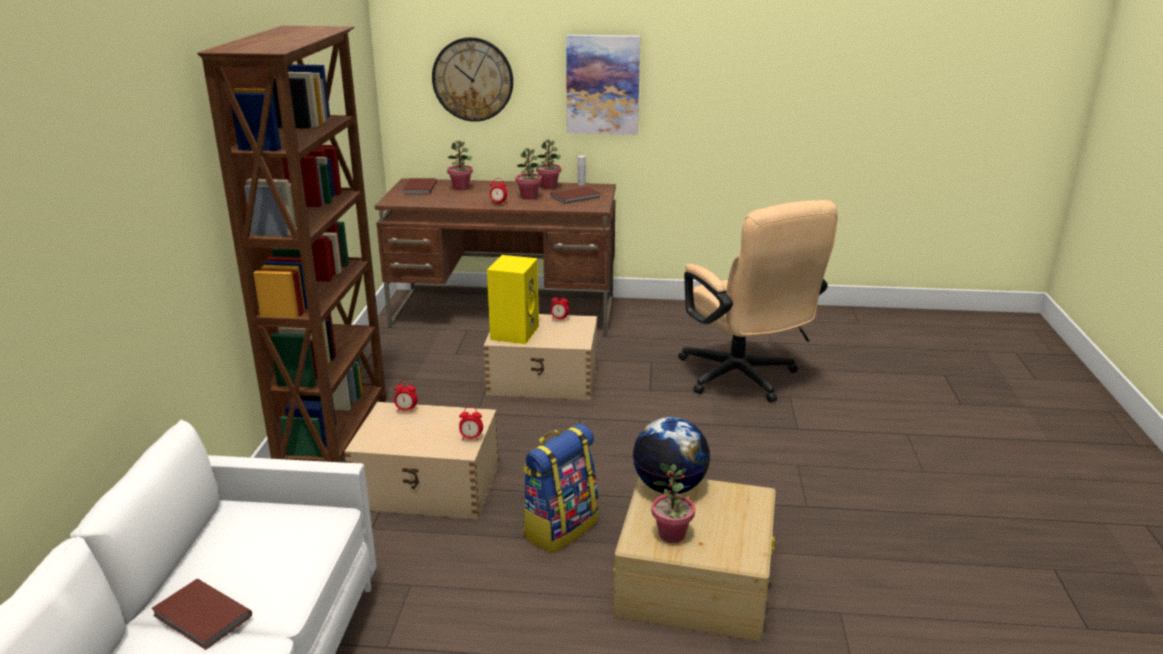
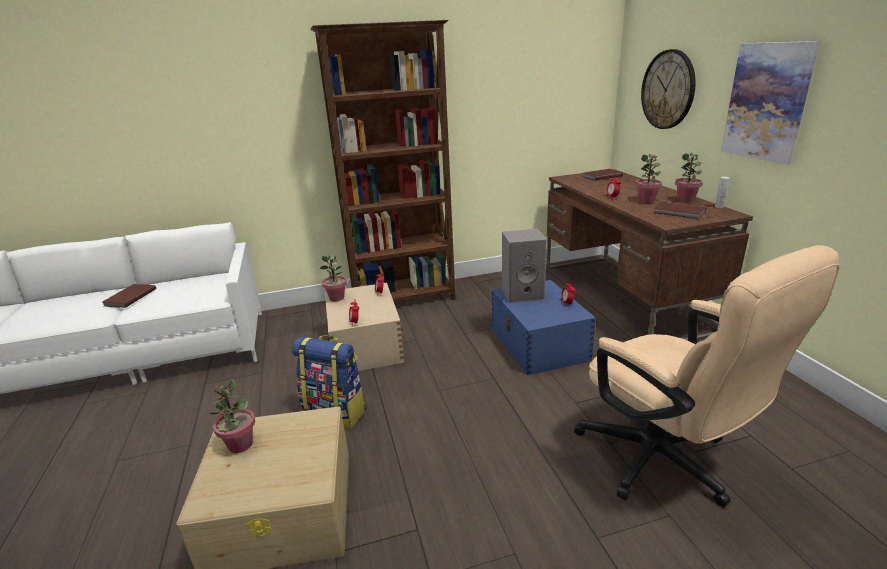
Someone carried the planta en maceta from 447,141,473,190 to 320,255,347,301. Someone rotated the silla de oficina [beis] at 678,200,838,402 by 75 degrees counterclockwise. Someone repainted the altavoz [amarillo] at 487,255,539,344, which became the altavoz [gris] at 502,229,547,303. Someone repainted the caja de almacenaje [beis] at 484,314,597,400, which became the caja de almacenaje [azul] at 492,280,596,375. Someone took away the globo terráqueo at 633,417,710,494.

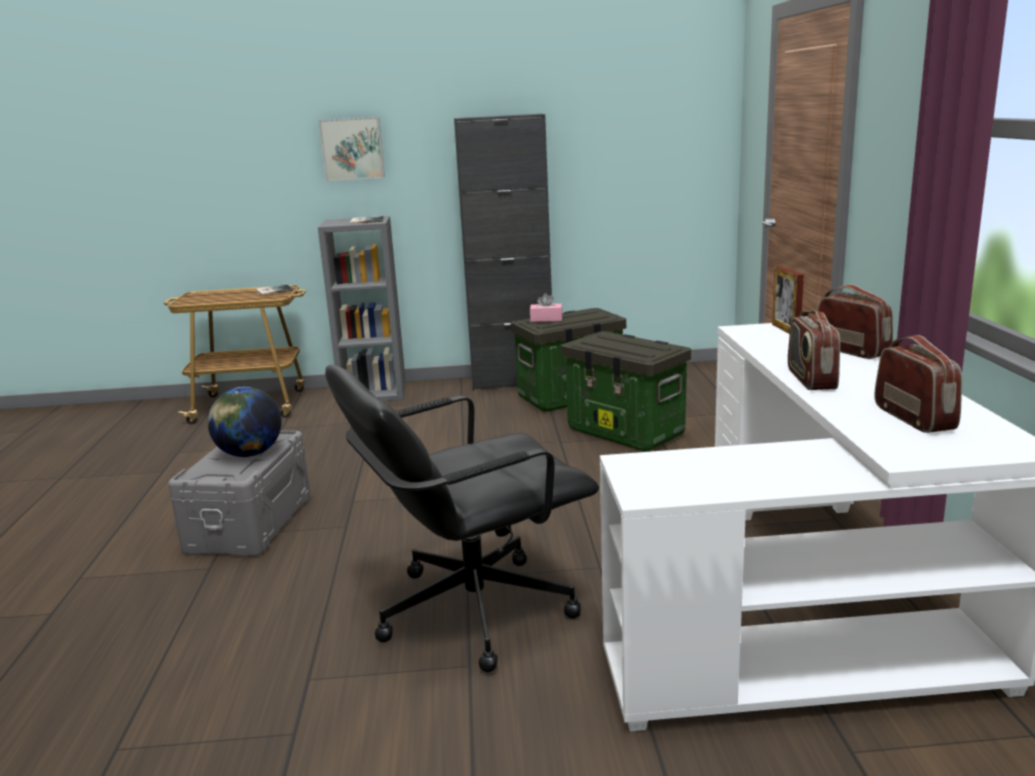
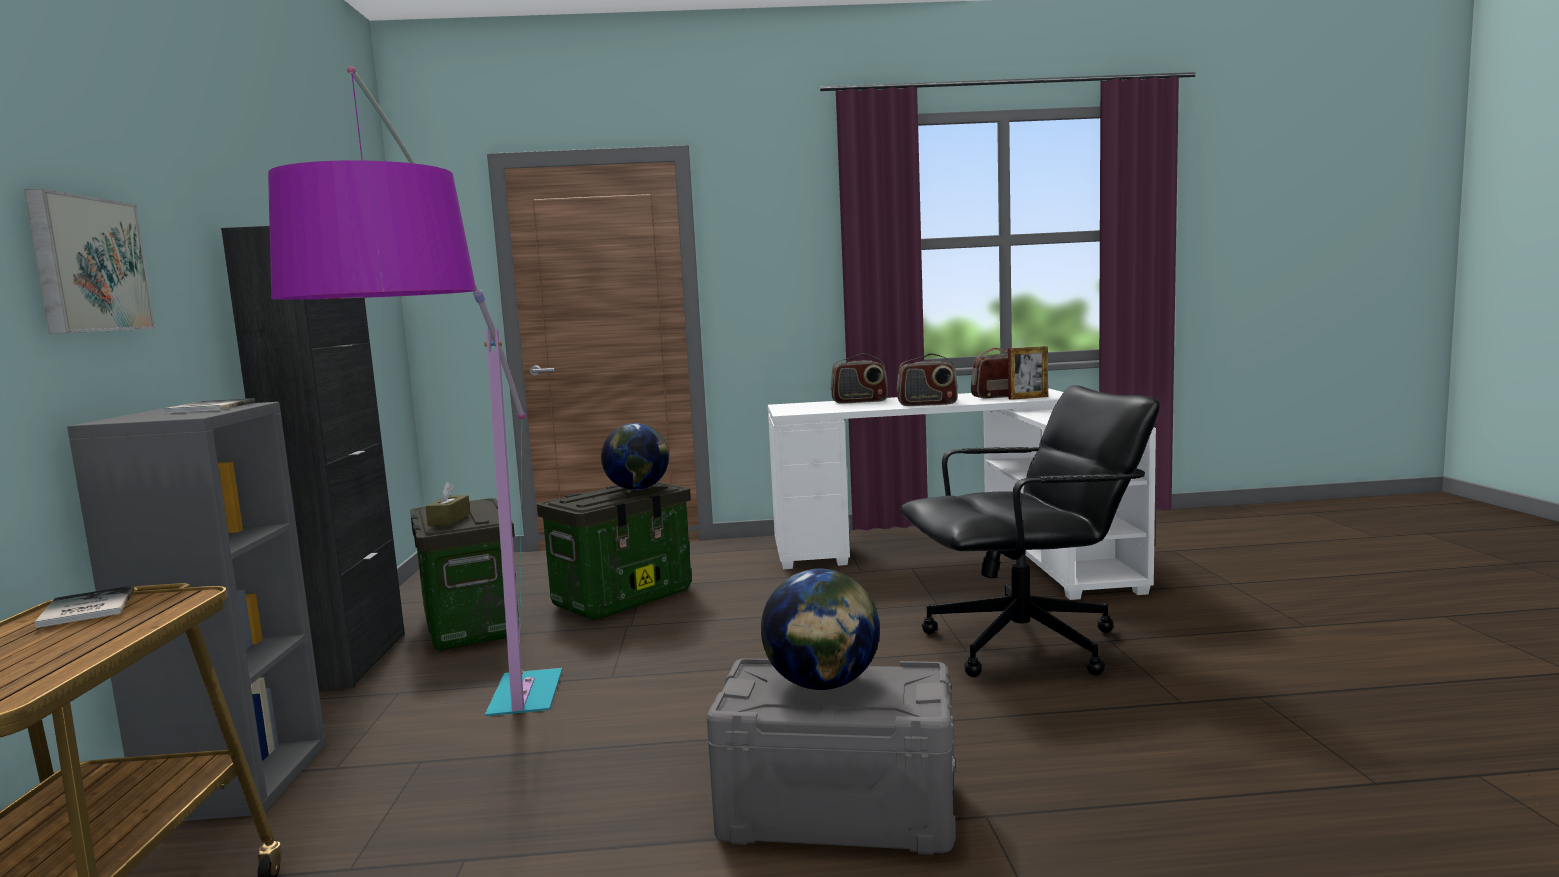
Someone carried the portarretratos from 772,266,804,334 to 1008,346,1048,400. Someone rotated the radio at 816,284,893,359 by 150 degrees counterclockwise. Someone repainted the caja de pañuelos [rosa] at 530,293,563,322, which became the caja de pañuelos [marrón] at 425,481,470,526. Someone rotated the silla de oficina [negro] at 325,365,599,672 by 75 degrees counterclockwise. Someone put down the lámpara de pie at 268,66,562,716. Someone put down the globo terráqueo at 601,423,669,490.

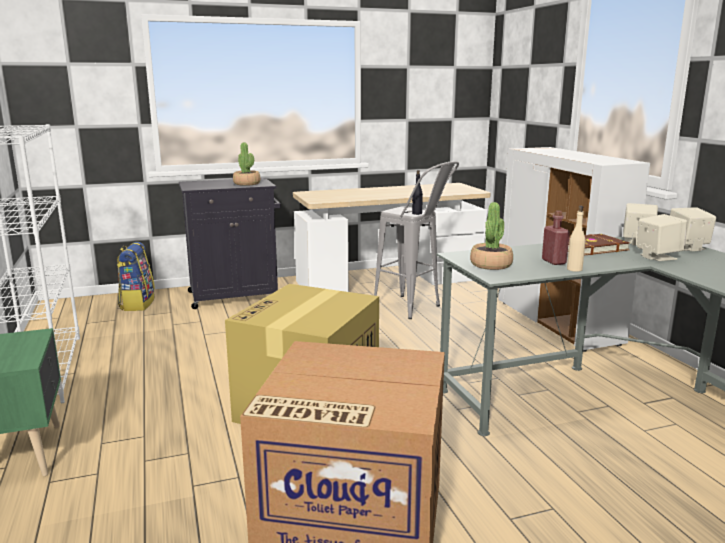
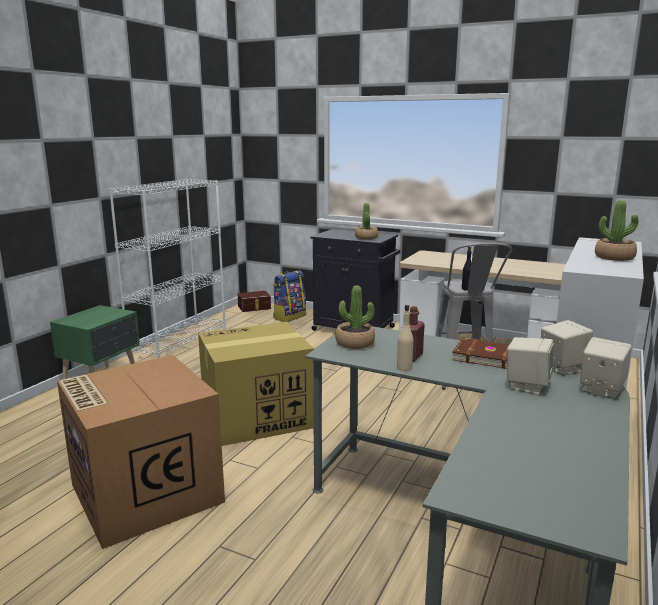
Someone put down the planta en maceta at 595,200,639,261. Someone put down the caja de almacenaje [marrón] at 238,291,271,312.

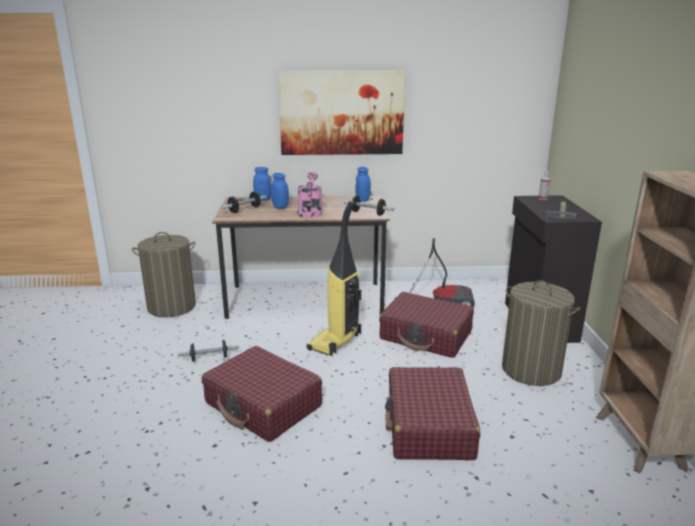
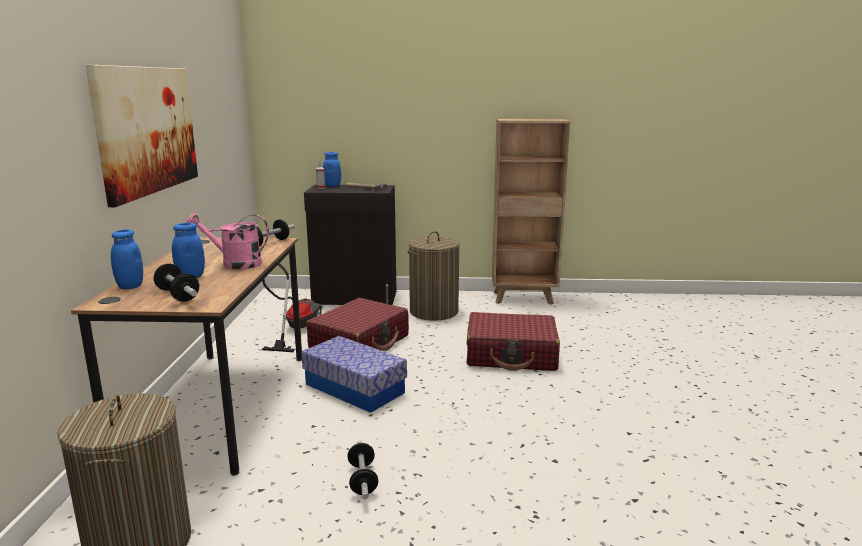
Someone carried the tarro [azul] from 355,167,371,202 to 323,152,341,187. Someone swapped the aspiradora at 307,200,361,356 for the caja de almacenaje at 301,336,407,413. Someone took away the maleta [rojo] at 202,346,322,442.

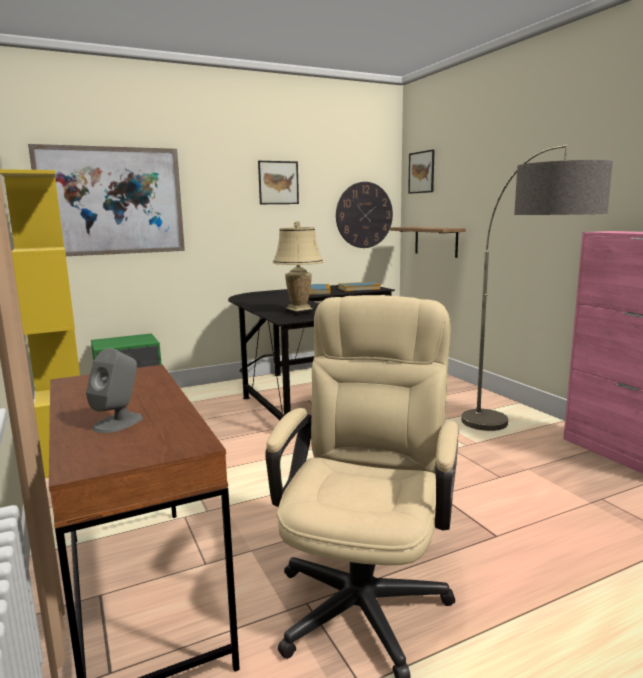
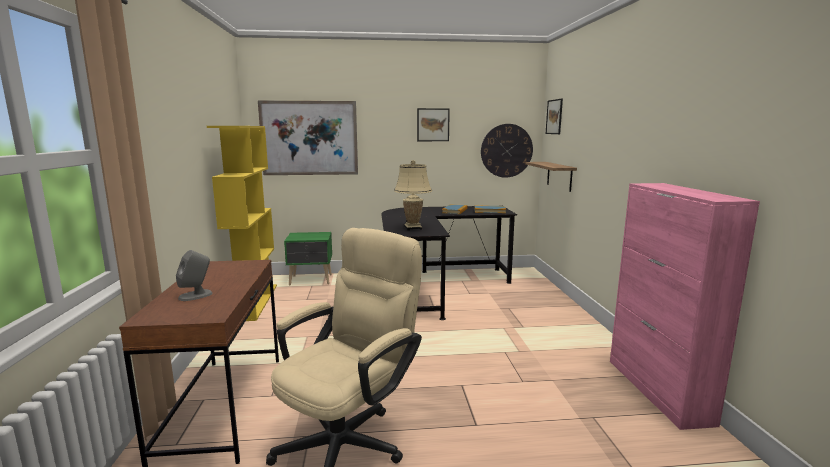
Someone took away the lámpara de pie at 461,144,613,431.

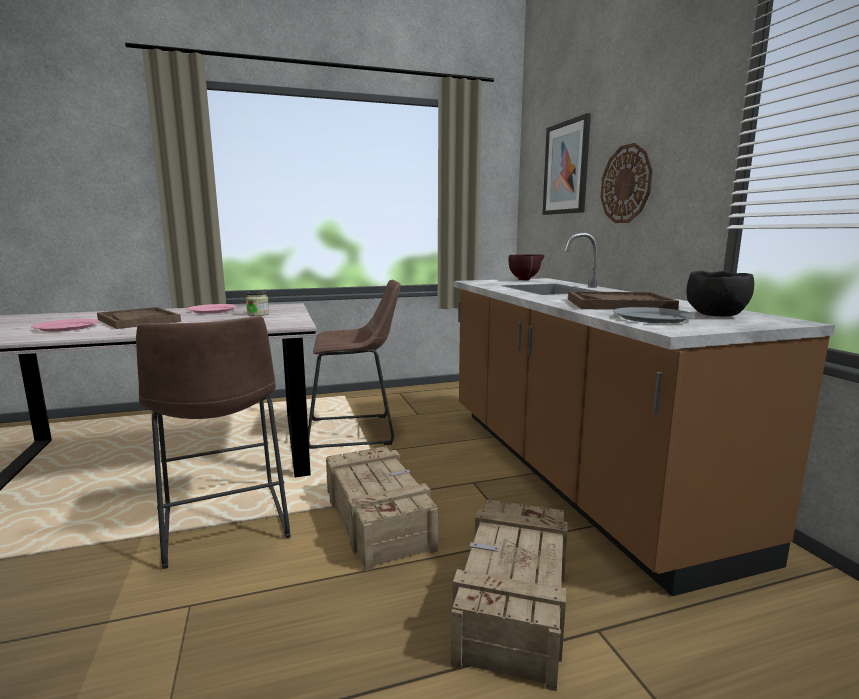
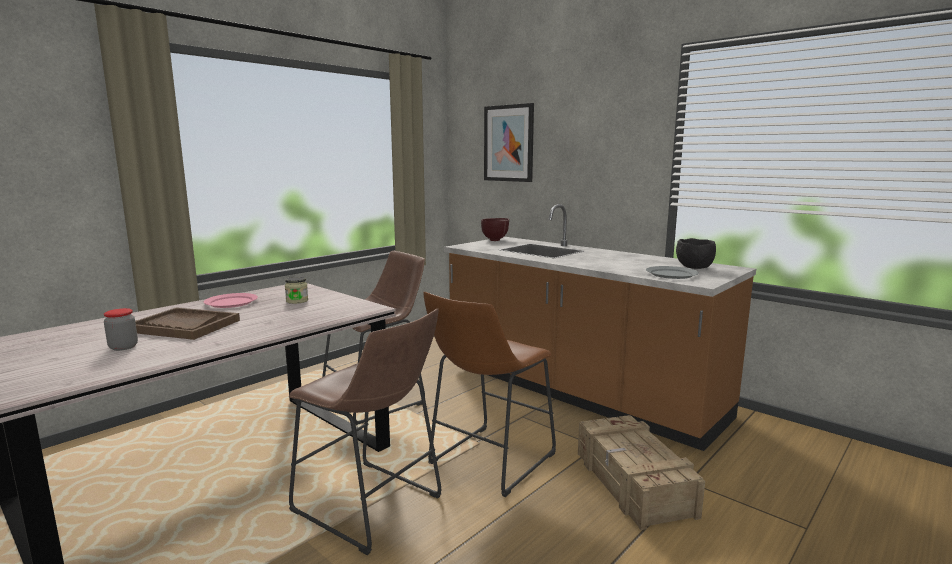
Someone took away the reloj de pared at 601,143,653,223. Someone took away the bandeja [marrón] at 568,291,679,310. Someone swapped the plato [rosa] at 31,319,99,332 for the tarro at 104,308,138,351. Someone swapped the caja de embalaje at 326,446,438,571 for the taburete [marrón] at 423,292,556,497.

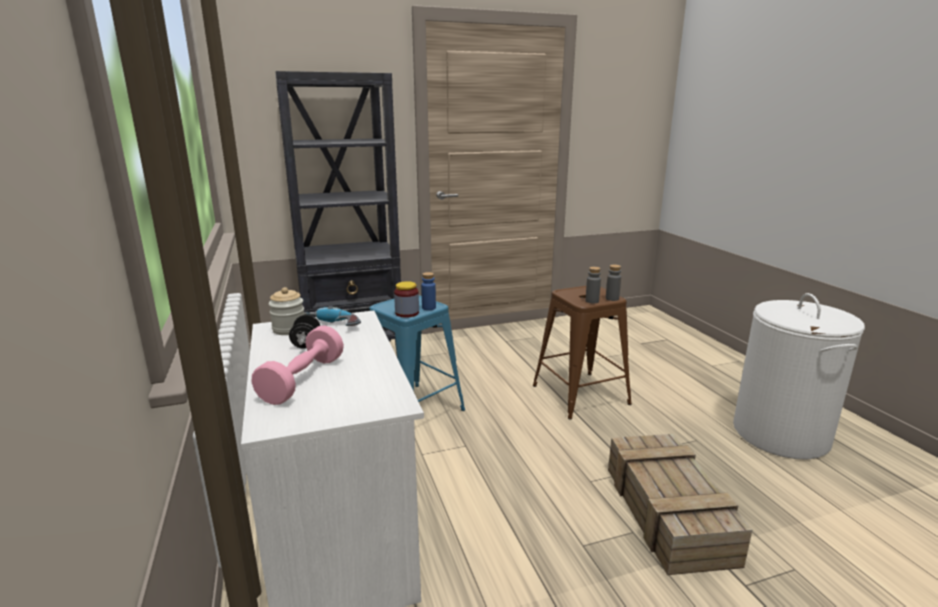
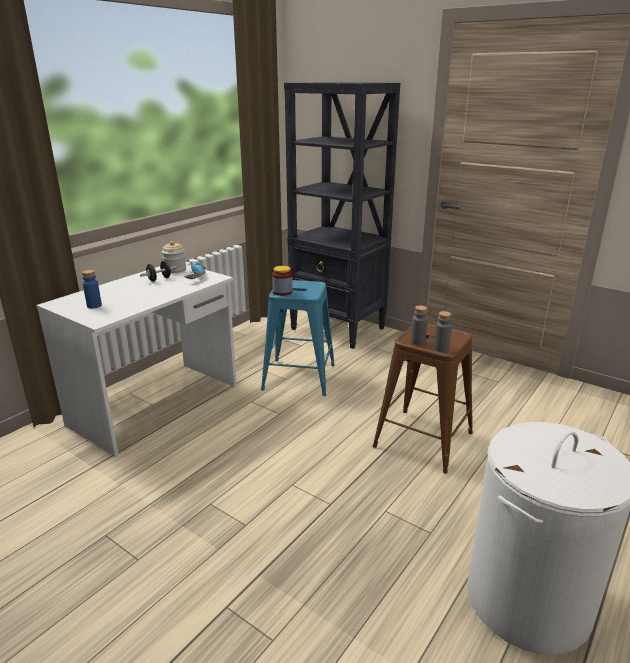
Someone carried the botella [azul] from 421,272,436,310 to 82,270,102,308. Someone took away the mancuerna [rosa] at 252,325,344,405. Someone took away the caja de embalaje at 608,434,752,575.

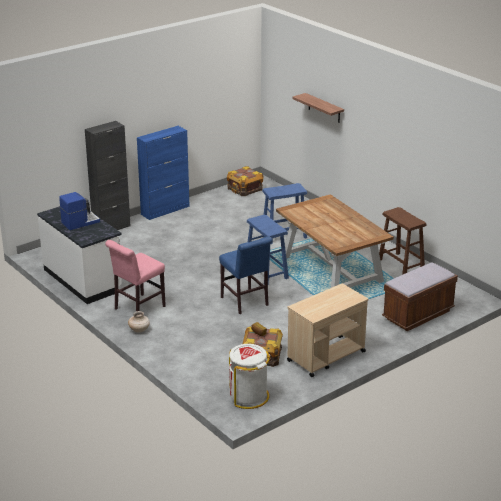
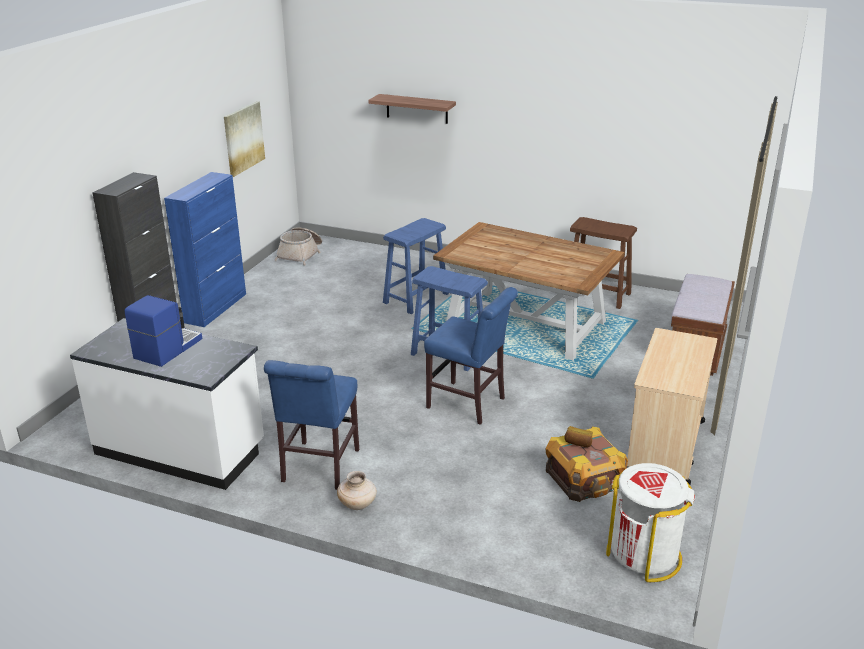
Someone swapped the caja de embalaje at 227,166,263,196 for the cesta at 274,227,322,266. Someone repainted the silla [rosa] at 105,240,166,311, which became the silla [azul] at 264,360,359,490. Someone put up the cuadro at 224,101,265,177.

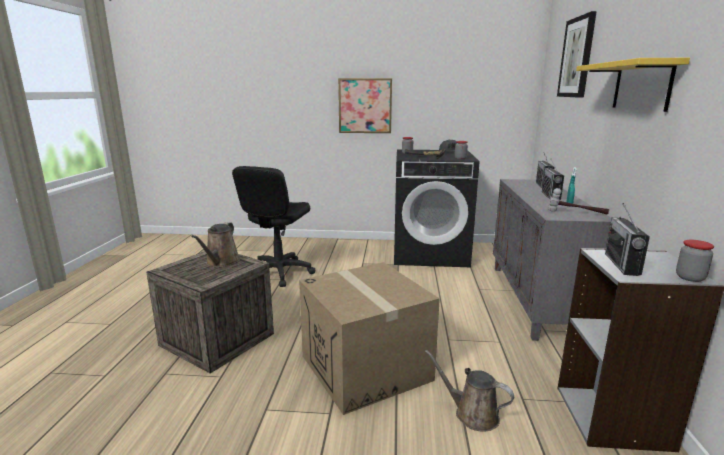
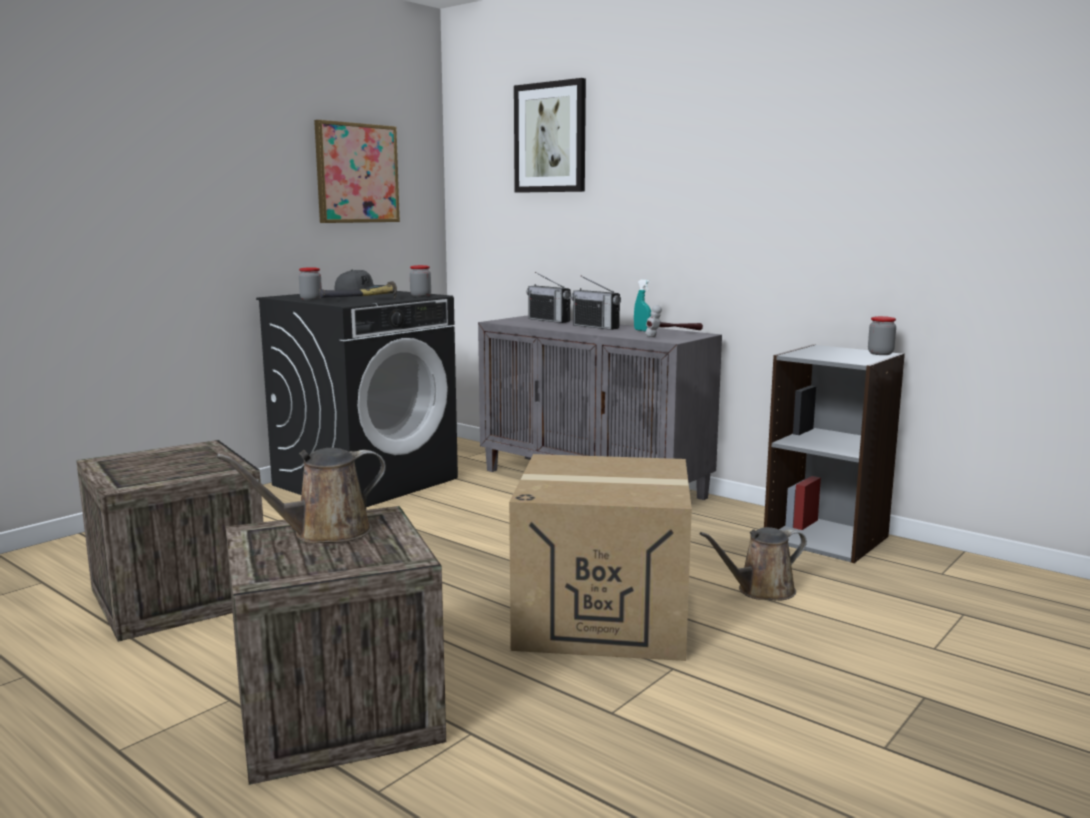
Someone took away the estante [amarillo] at 576,58,690,112. Someone carried the cuadro from 338,78,392,133 to 314,120,400,223. Someone swapped the silla de oficina [negro] at 232,166,315,287 for the caja de embalaje at 76,440,263,642. Someone took away the radio at 605,203,650,276. Someone rotated the regadera [marrón] at 191,222,240,267 by 105 degrees clockwise.

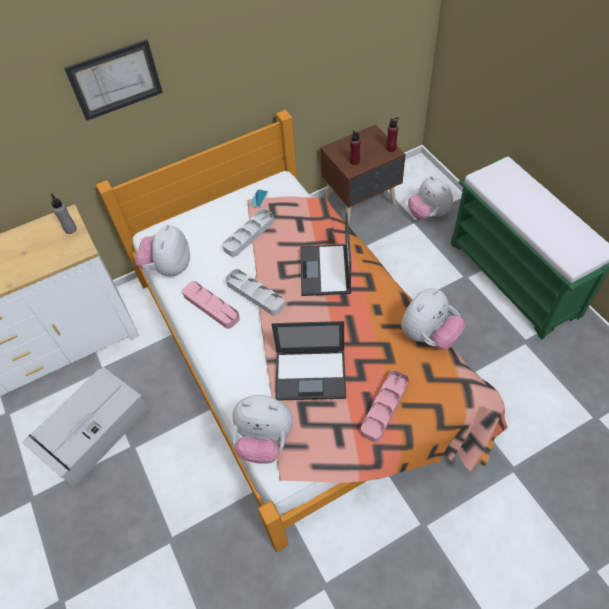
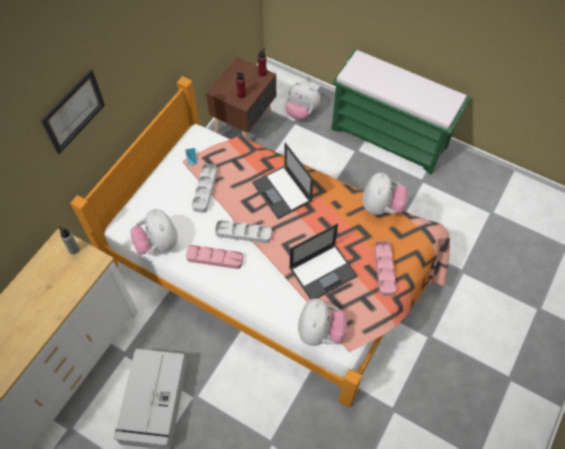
Someone rotated the peluche at 232,395,293,464 by 60 degrees counterclockwise.

